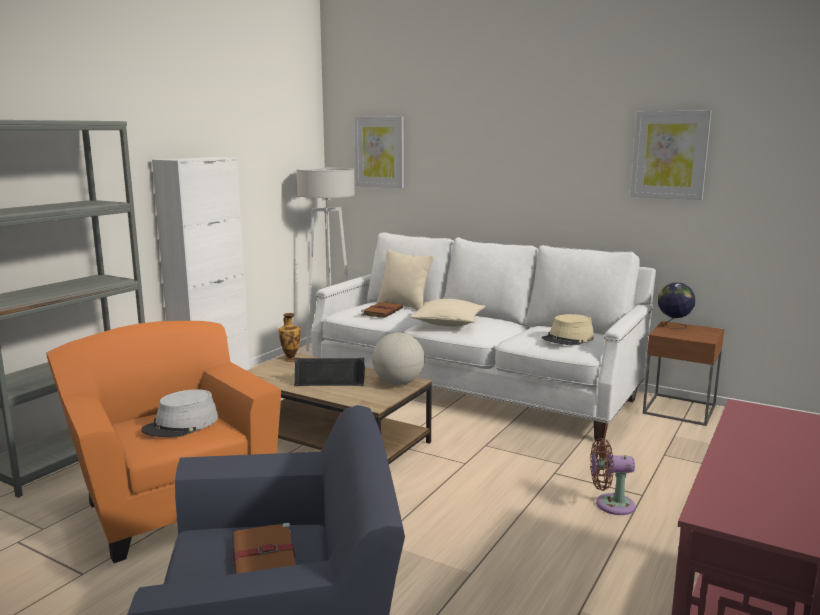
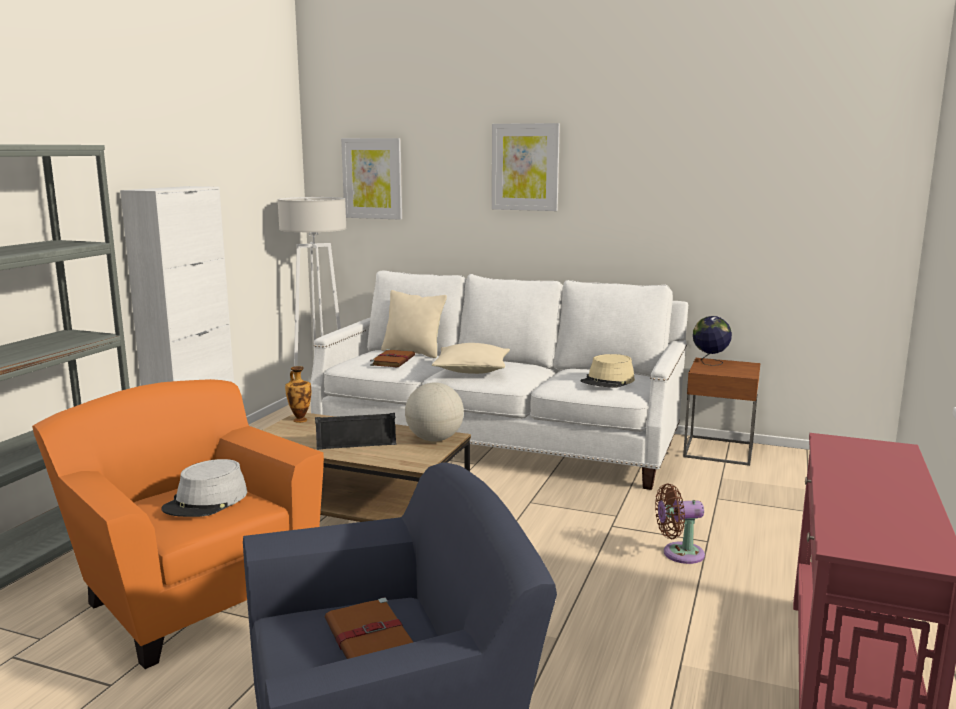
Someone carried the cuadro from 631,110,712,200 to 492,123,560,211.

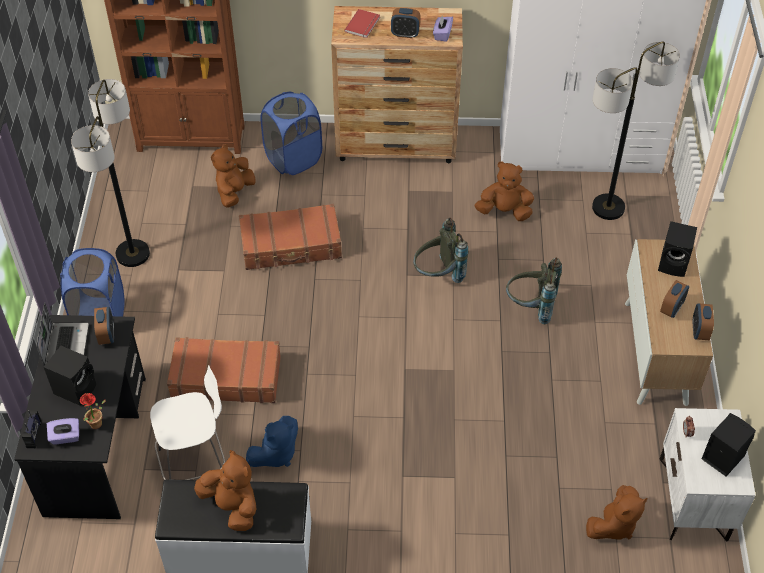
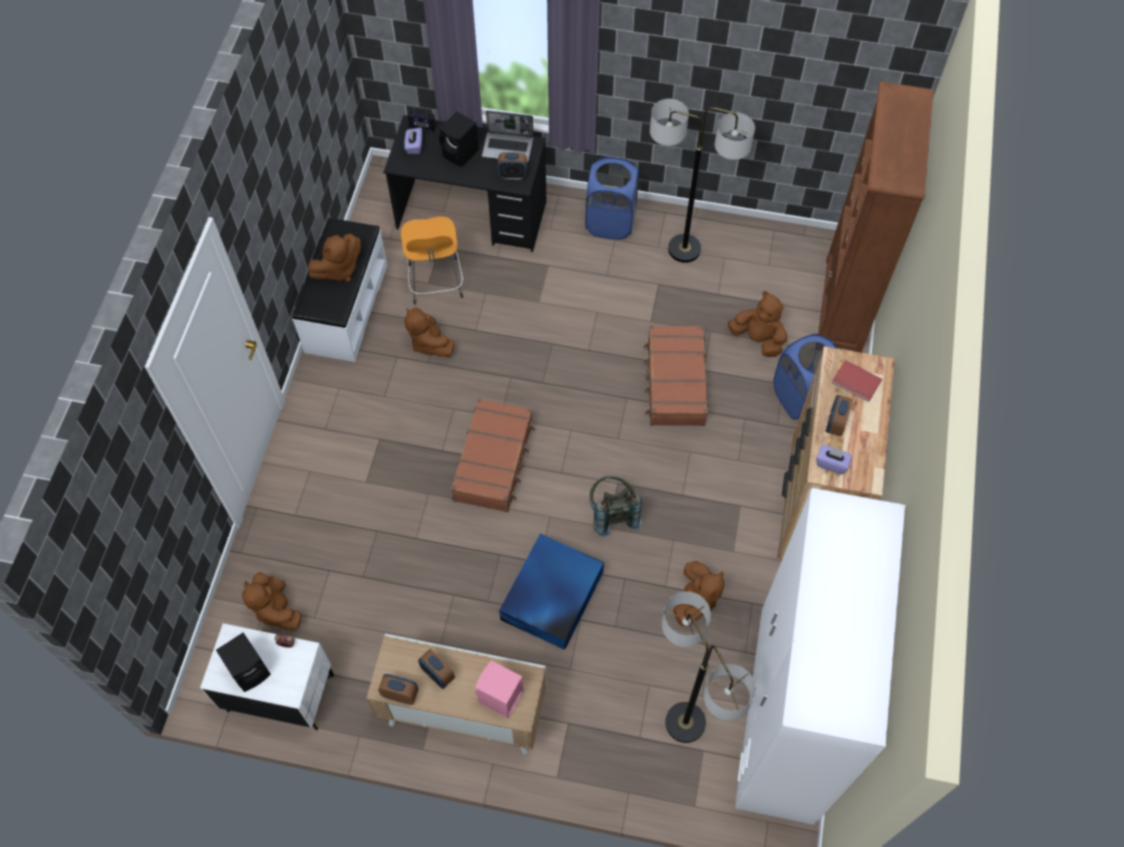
Someone repainted the altavoz [negro] at 658,221,697,277, which became the altavoz [rosa] at 474,660,523,718. Someone swapped the mochila [gris] at 506,258,562,324 for the caja de almacenaje [azul] at 499,534,604,650. Someone carried the maleta [marrón] from 167,337,281,403 to 451,398,535,512. Someone repainted the taburete [blanco] at 150,365,225,480, which became the taburete [naranja] at 401,216,463,304. Someone took away the planta en maceta at 80,393,106,429. Someone repainted the peluche [azul] at 246,416,298,467, which became the peluche [marrón] at 404,307,454,357.

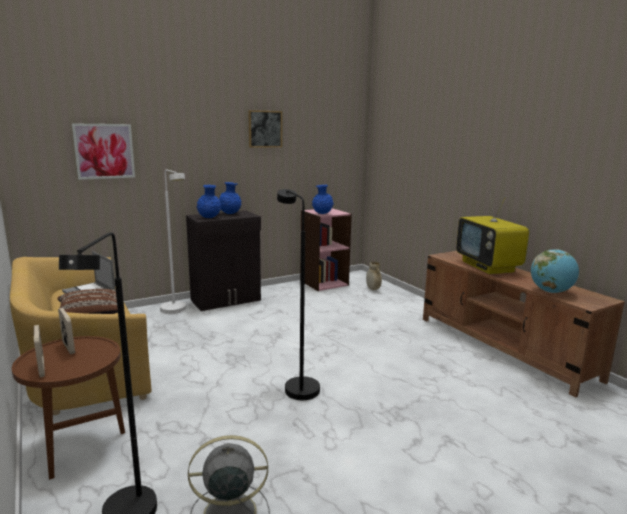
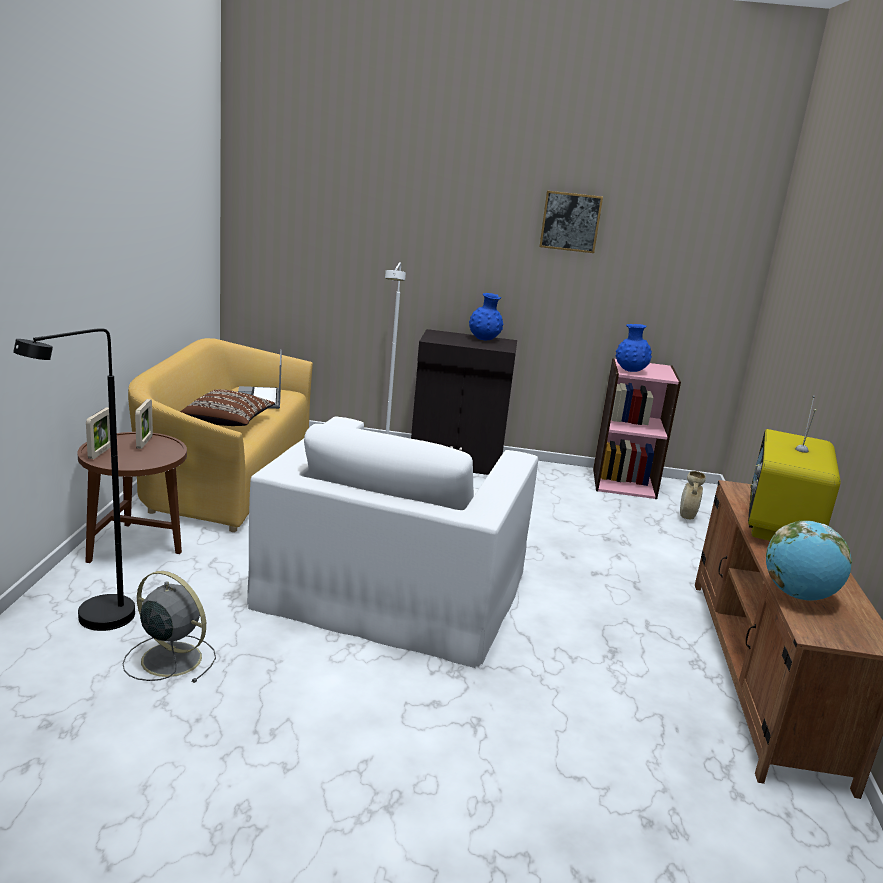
Someone took away the cuadro at 72,123,135,180. Someone took away the florero [azul] at 197,185,221,218. Someone swapped the lámpara de pie [negro] at 277,189,320,400 for the sillón [blanco] at 247,416,538,668.

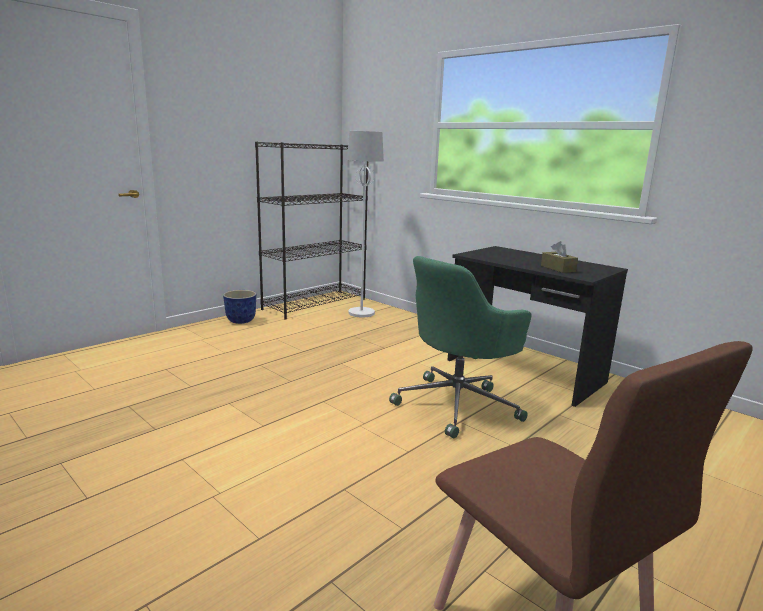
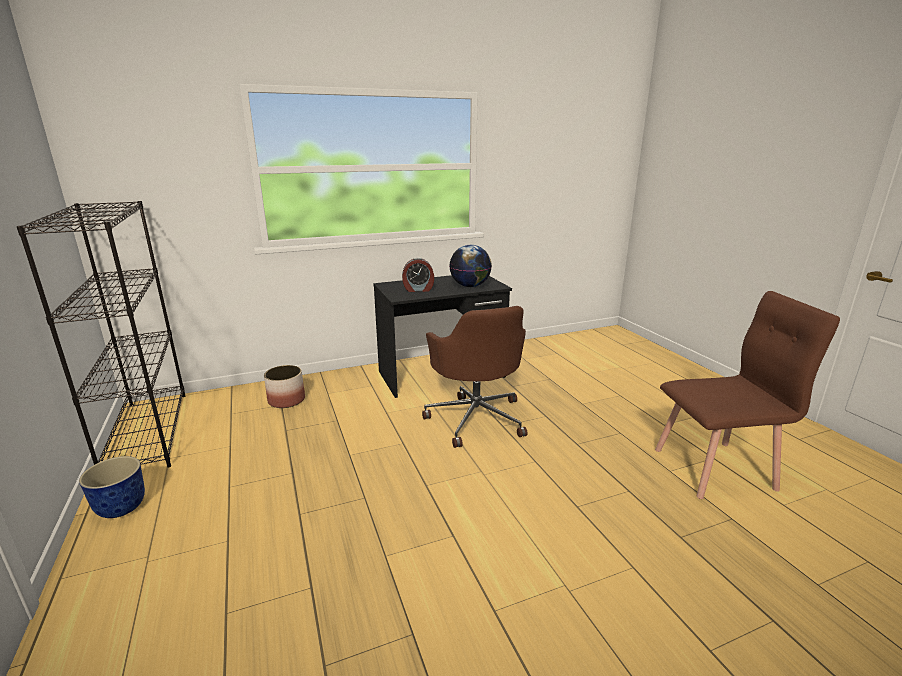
Someone took away the lámpara de pie [blanco] at 347,131,384,317. Someone swapped the caja de pañuelos [marrón] at 541,241,578,273 for the globo terráqueo at 449,245,492,287. Someone repainted the silla de oficina [verde] at 389,256,532,438, which became the silla de oficina [marrón] at 422,306,527,448. Someone put down the despertador at 402,258,434,292. Someone put down the maceta at 264,365,305,408.

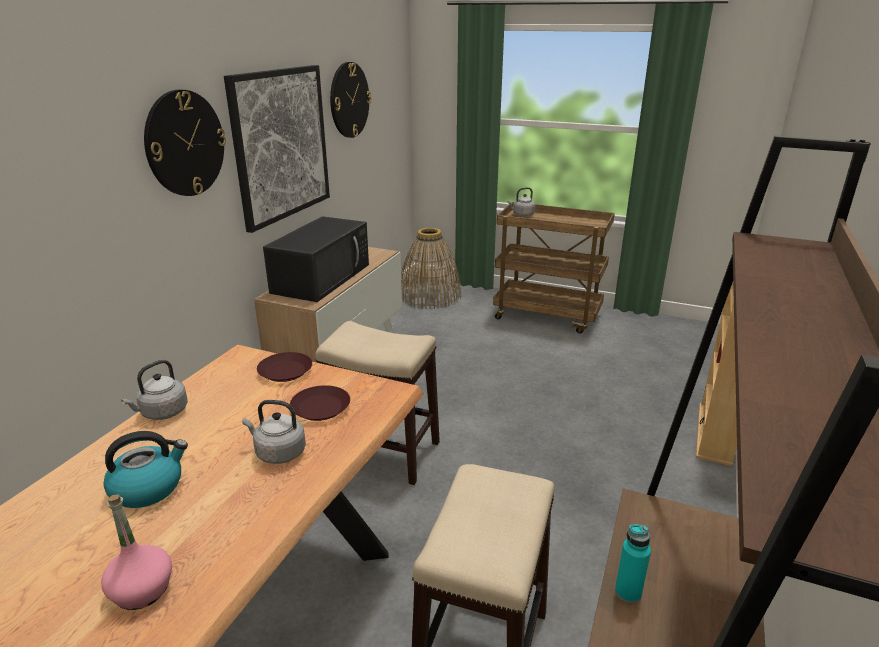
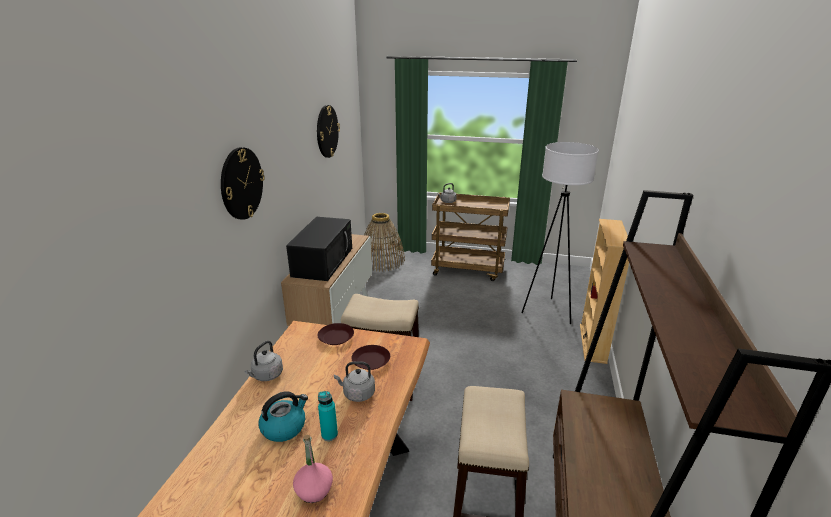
Someone took away the cuadro at 224,65,330,233. Someone carried the botella [turquesa] from 615,524,651,603 to 318,391,338,441. Someone put down the lámpara de pie [blanco] at 521,142,599,324.

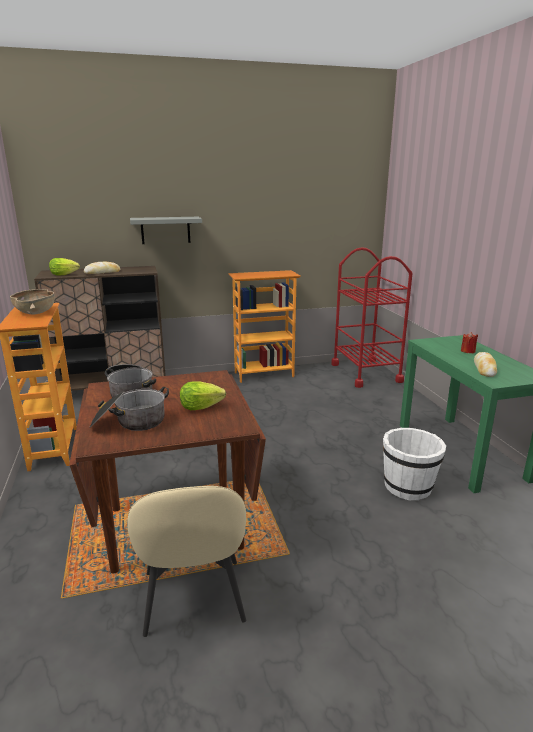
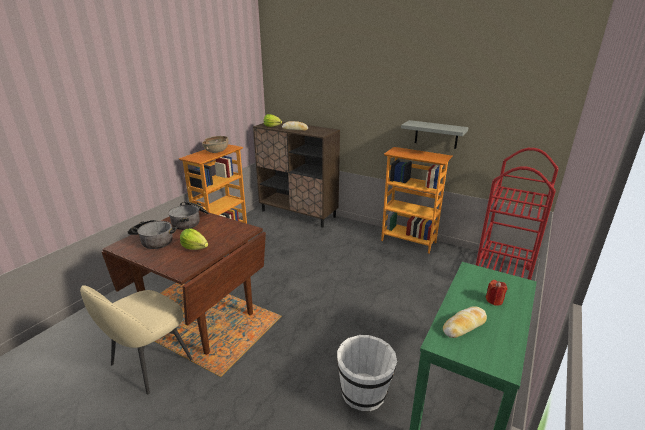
Someone carried the estante [gris] from 130,217,202,244 to 401,120,469,149.

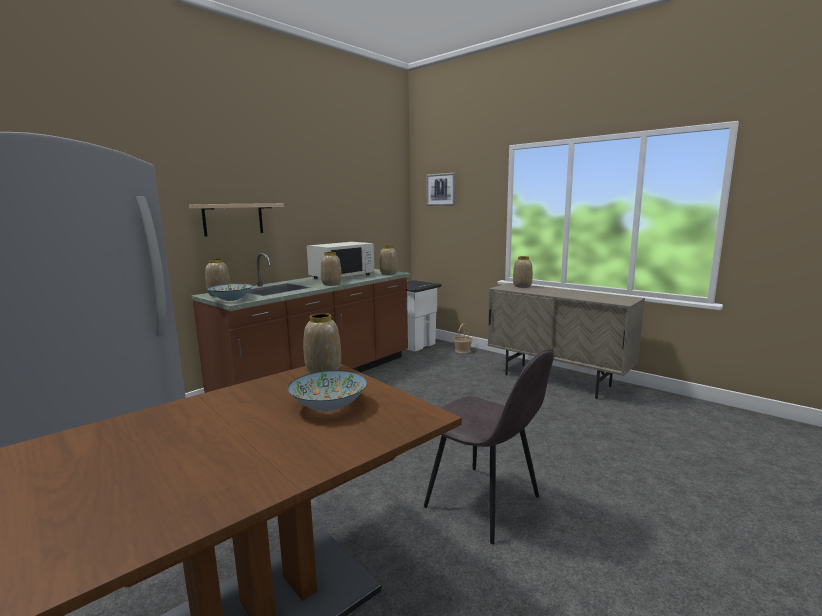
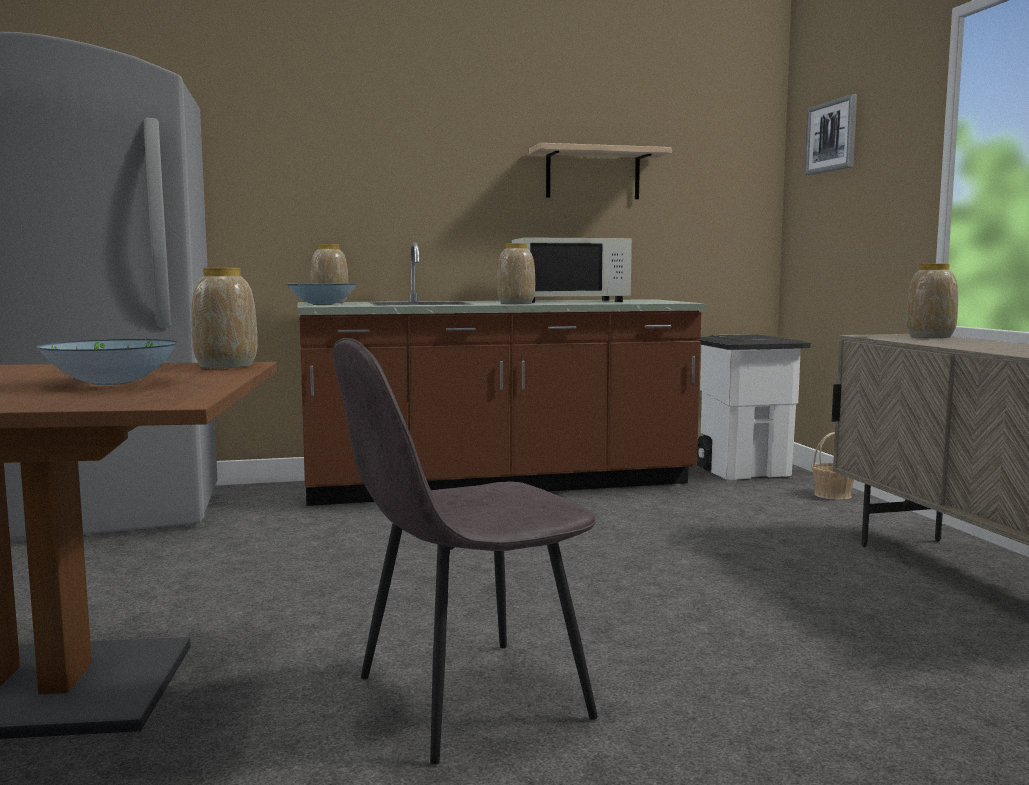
Someone carried the estante from 189,203,284,236 to 529,143,672,199. Someone took away the florero at 379,245,398,275. Someone rotated the silla [gris] at 424,349,554,544 by 75 degrees clockwise.

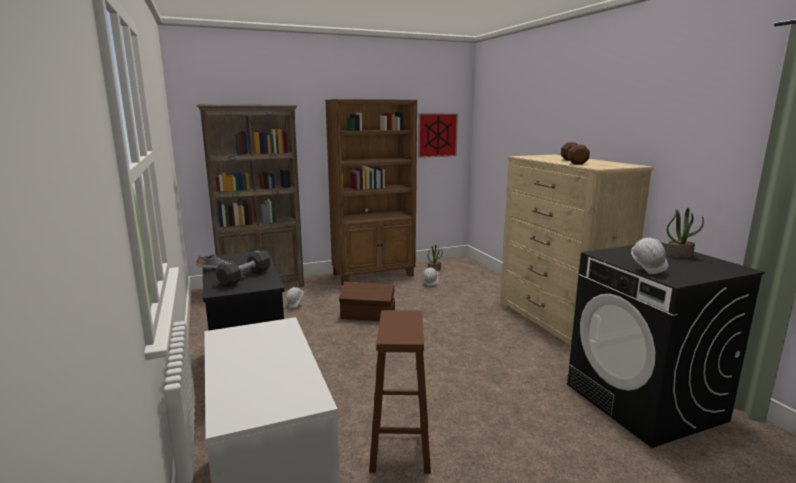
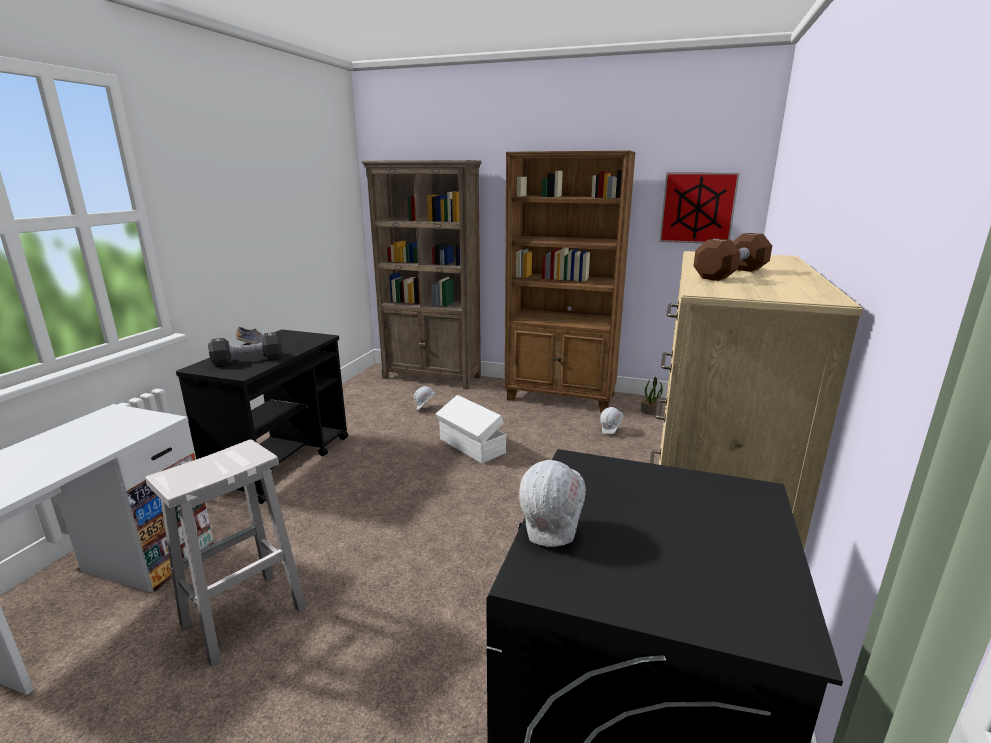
Someone took away the planta en maceta at 666,208,704,258. Someone repainted the caja de almacenaje [marrón] at 339,282,395,321, which became the caja de almacenaje [blanco] at 436,395,506,463. Someone repainted the taburete [marrón] at 369,310,431,474, which became the taburete [blanco] at 145,439,306,667.

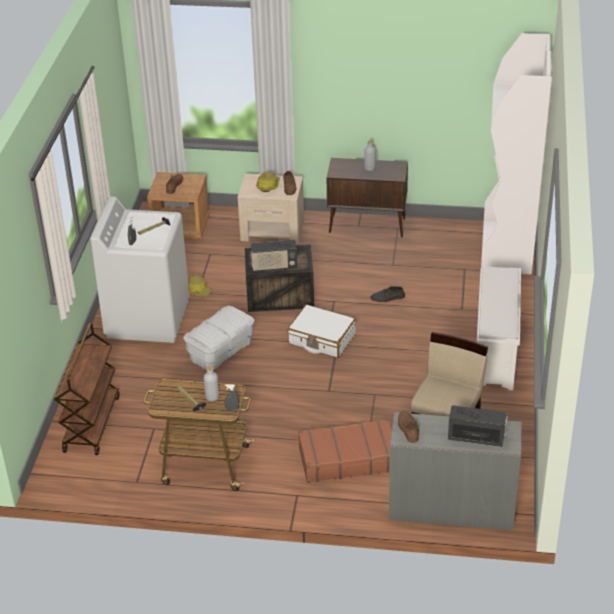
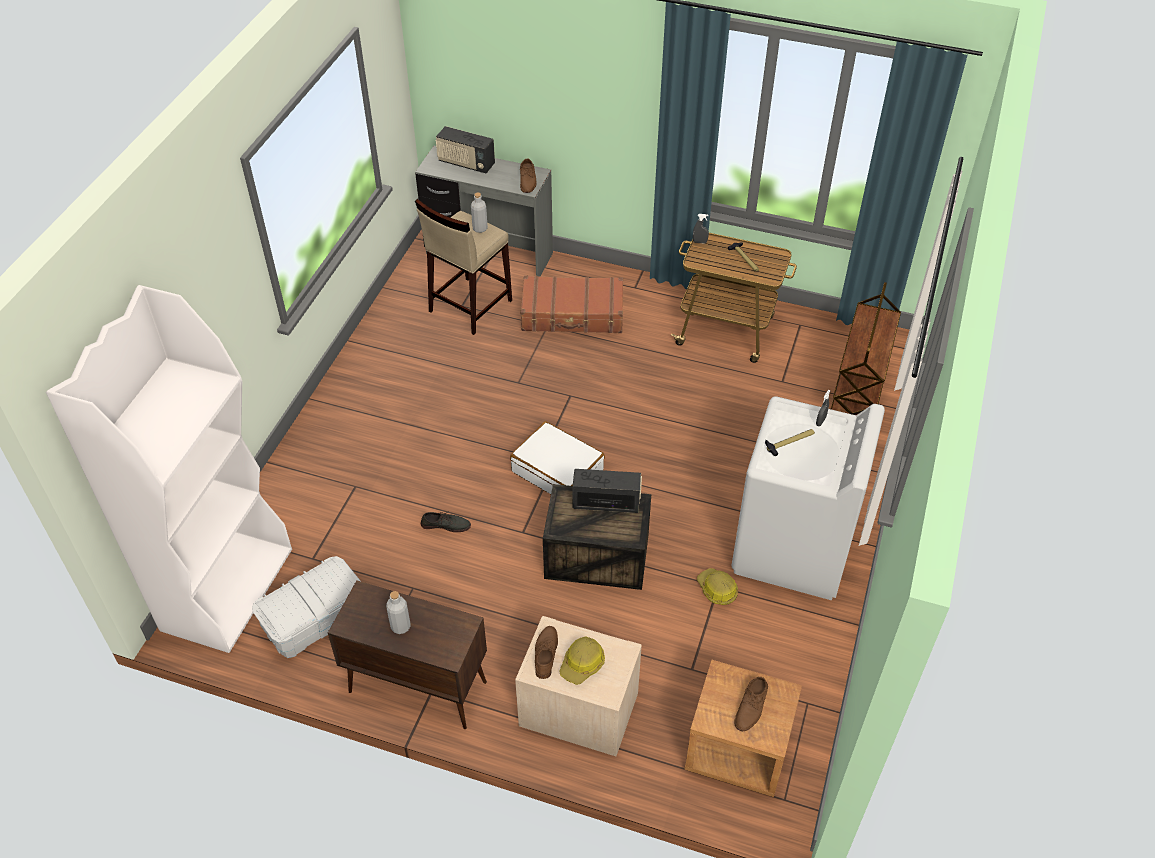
Someone took away the zapatero [blanco] at 477,267,521,390. Someone carried the caja de almacenaje [blanco] from 183,306,255,370 to 252,556,360,658. Someone carried the botella [gris] from 203,366,219,401 to 471,193,488,233.

